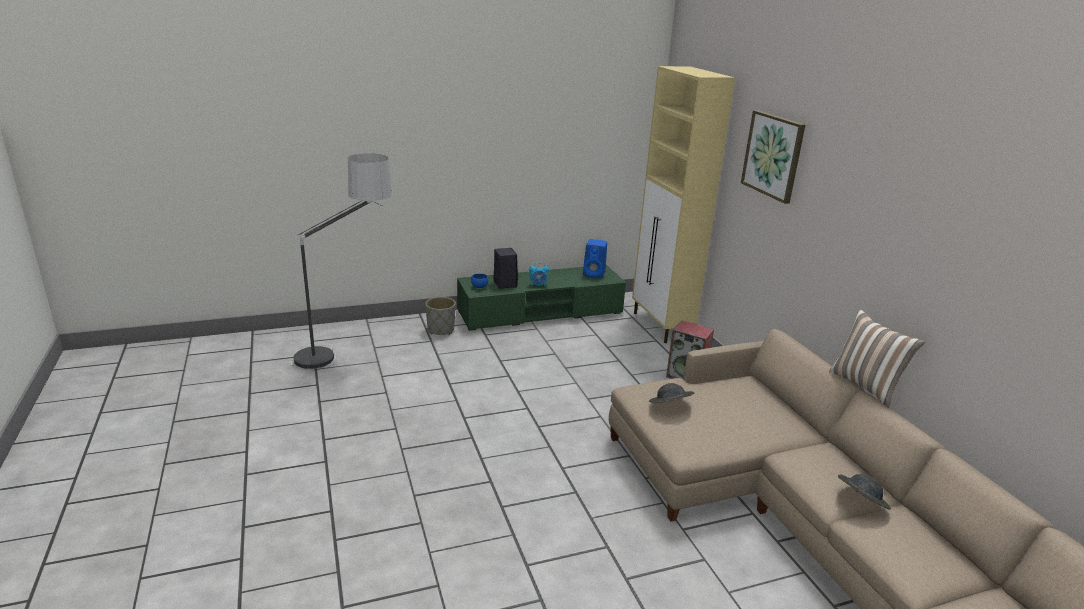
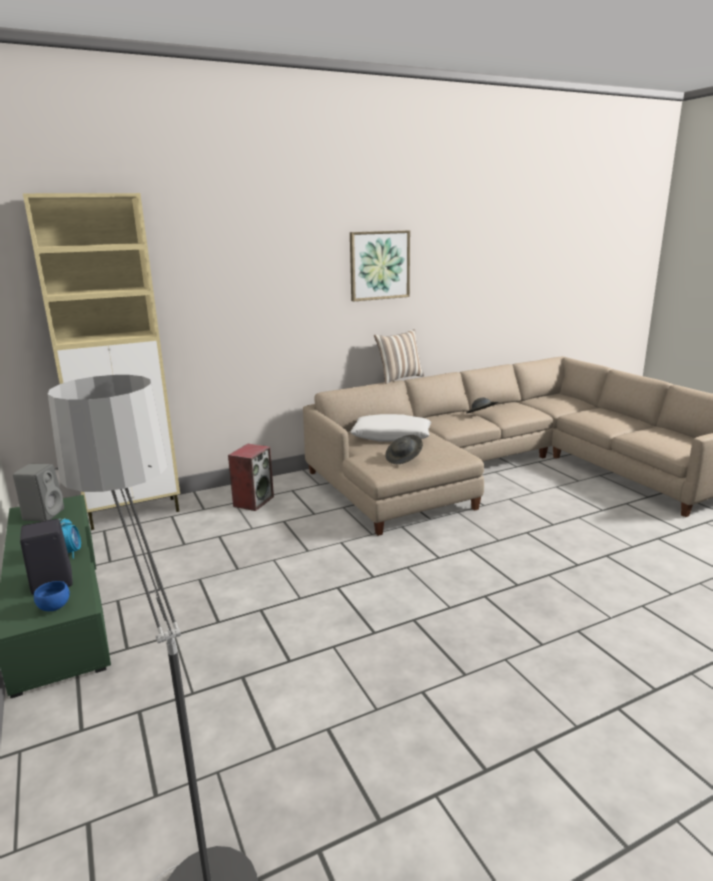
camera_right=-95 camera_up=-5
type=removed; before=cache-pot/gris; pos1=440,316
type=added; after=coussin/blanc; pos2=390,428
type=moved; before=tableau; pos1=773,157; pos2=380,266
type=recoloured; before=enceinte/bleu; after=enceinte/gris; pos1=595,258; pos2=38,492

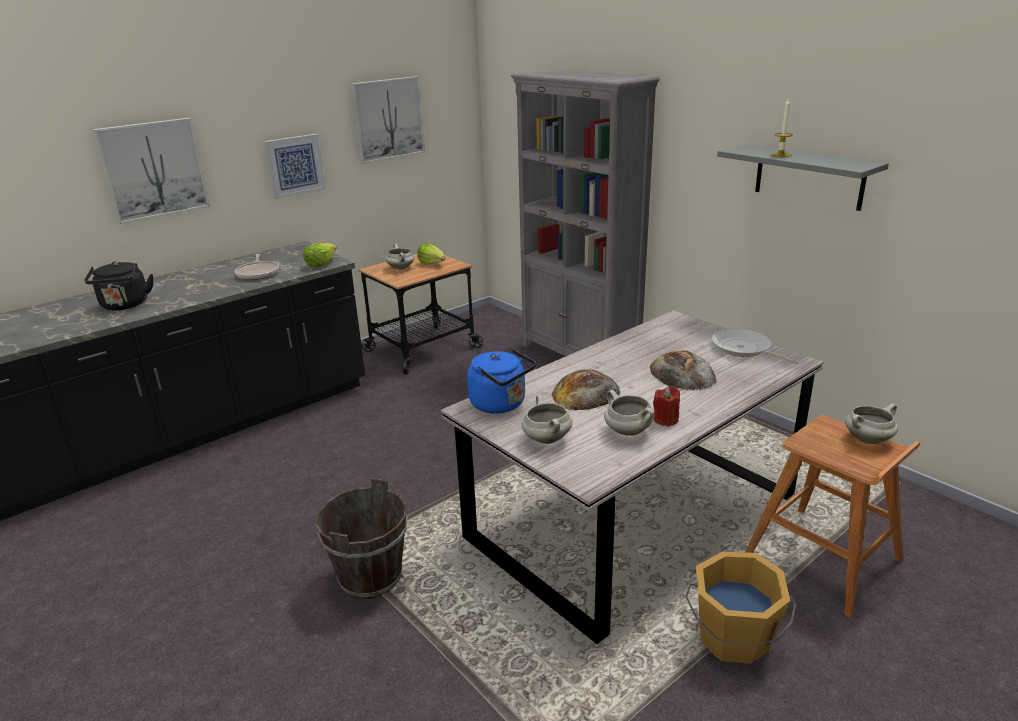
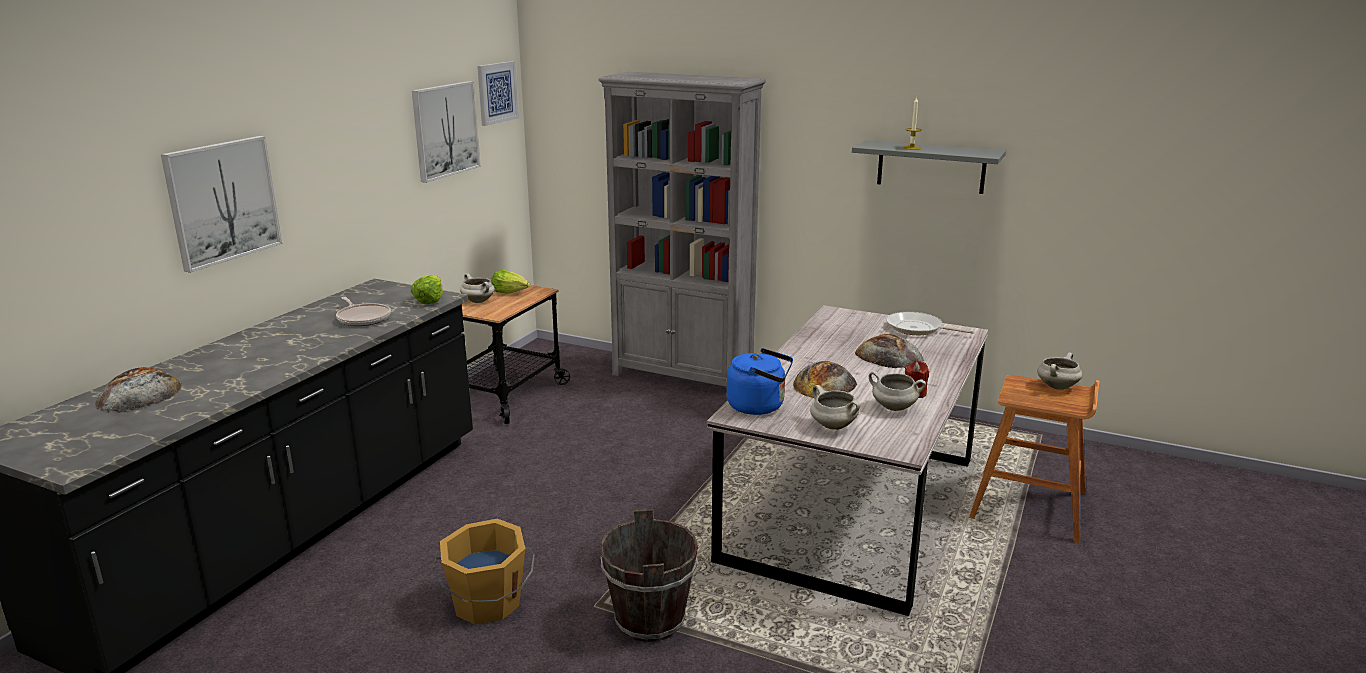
camera_right=-25 camera_up=-5
type=removed; before=bouilloire/noir; pos1=119,285
type=added; after=pain; pos2=138,390
type=moved; before=tableau; pos1=295,166; pos2=498,93
type=moved; before=seau/orange; pos1=740,608; pos2=483,571

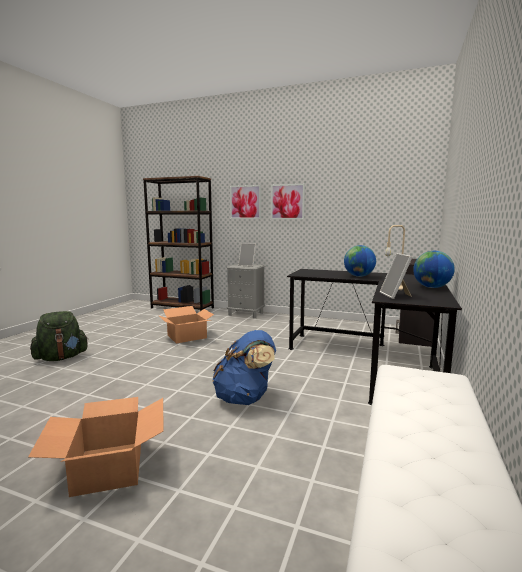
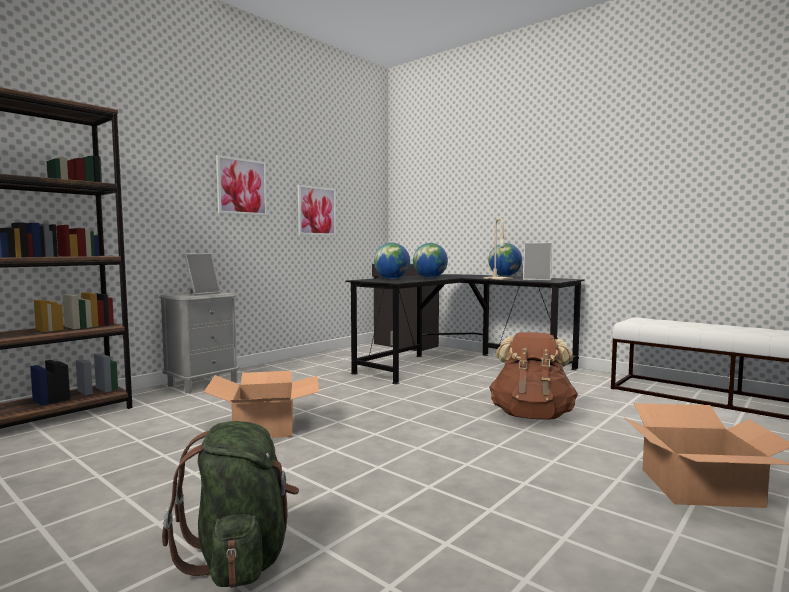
camera_right=-70 camera_up=-5
type=added; after=globe; pos2=392,261
type=moved; before=tableau; pos1=245,202; pos2=316,210
type=recoloured; before=sac à dos/bleu; after=sac à dos/marron; pos1=244,367; pos2=533,376

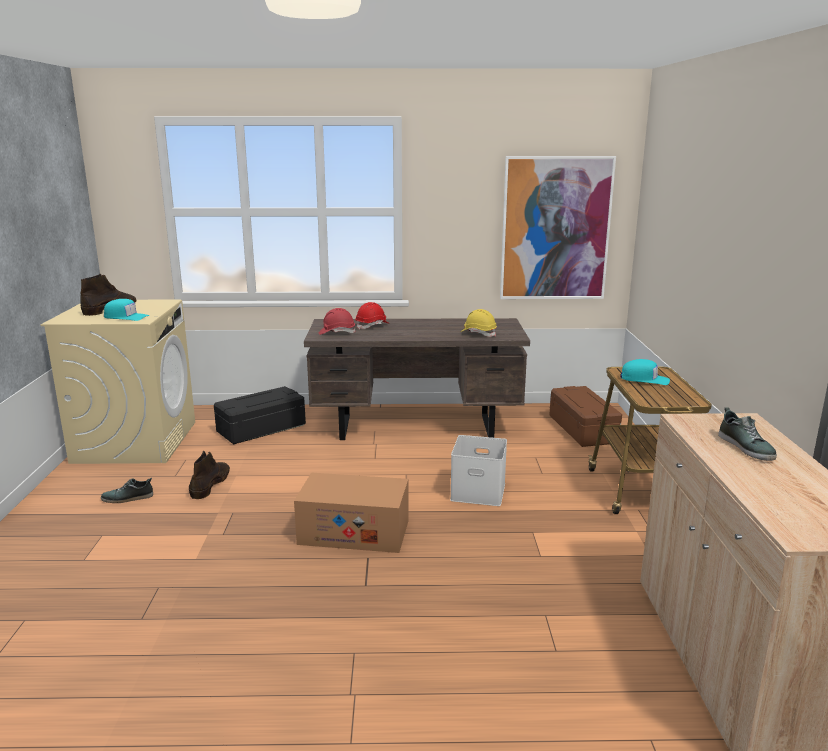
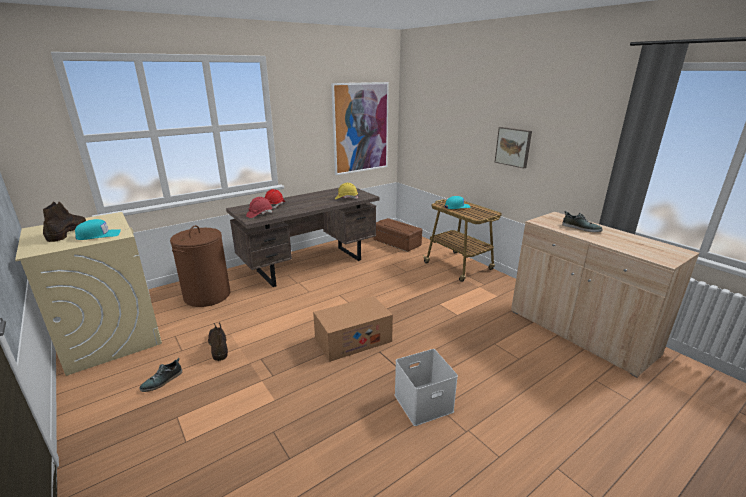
camera_right=-35 camera_up=5
type=added; after=tableau; pos2=513,147
type=moved; before=boîte de rangement/blanc; pos1=478,470; pos2=426,387
type=replaced; before=boîte de rangement/noir; after=panier à linge/marron; pos1=260,415; pos2=200,266

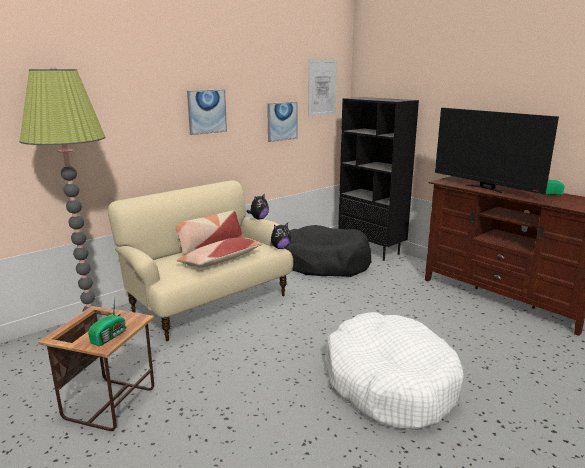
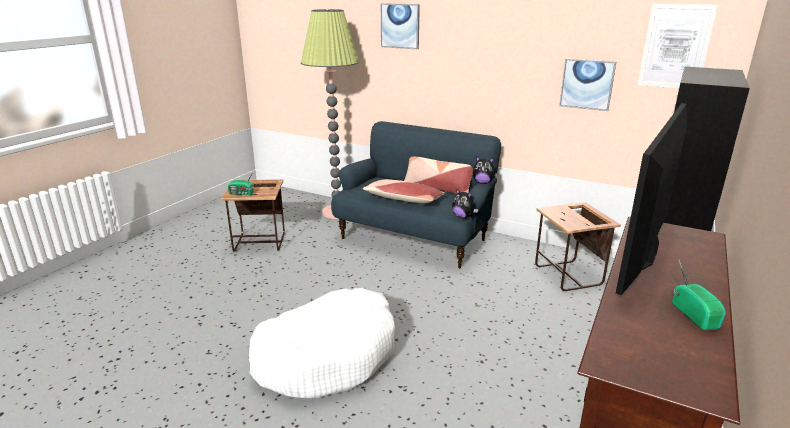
camera_right=70 camera_up=5
type=moved; before=tableau; pos1=207,112; pos2=400,26
type=replaced; before=panier pour chien/noir; after=table d'appoint; pos1=327,251; pos2=578,246
type=recoloured; before=canapé/beige; after=canapé/bleu; pos1=200,261; pos2=416,195

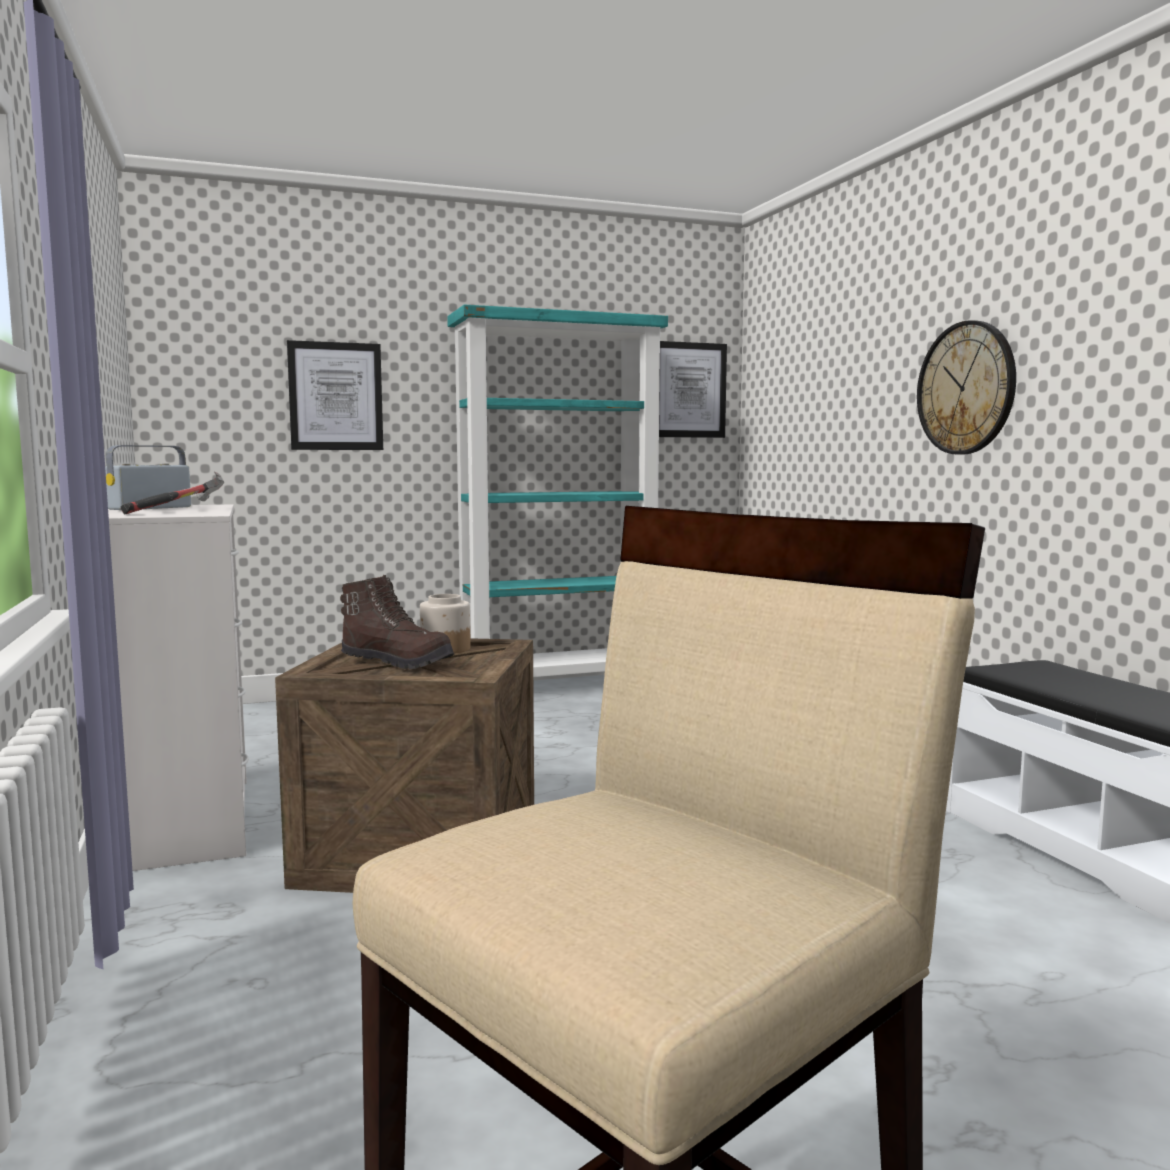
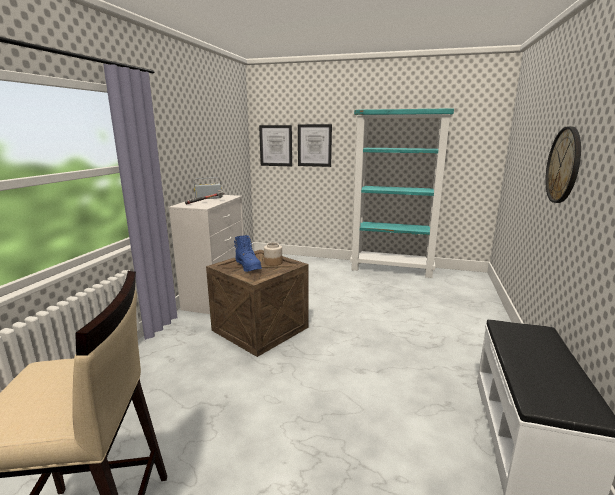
camera_right=35 camera_up=10
type=moved; before=tableau; pos1=693,389; pos2=275,145
type=recoloured; before=botte/marron; after=botte/bleu; pos1=397,622; pos2=248,253

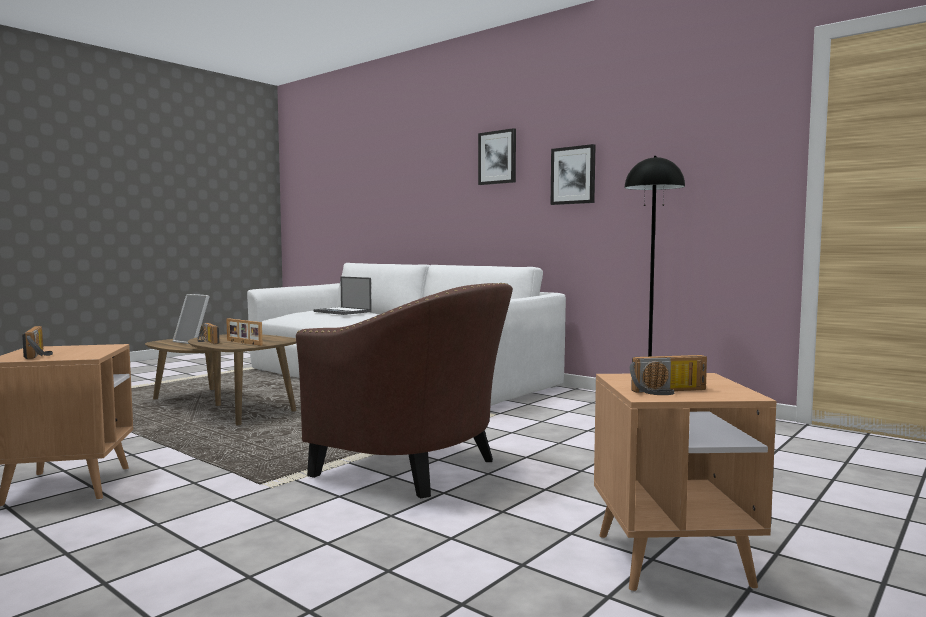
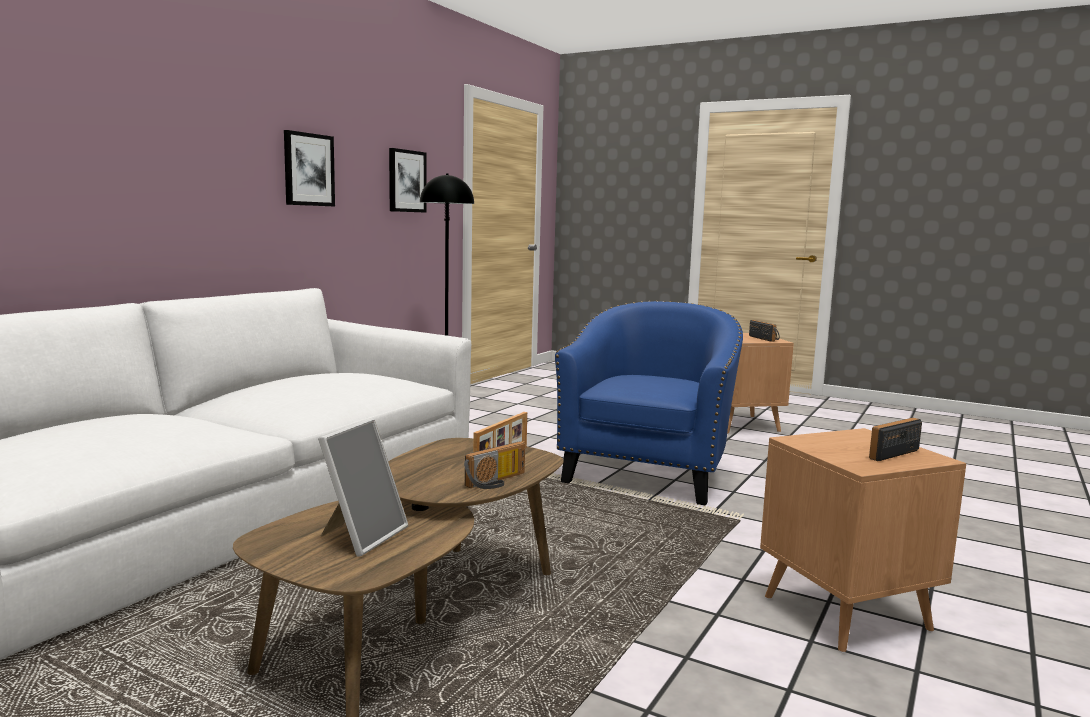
camera_right=-100 camera_up=5
type=removed; before=ordinateur portable; pos1=342,295
type=moved; before=tableau; pos1=497,156; pos2=407,180
type=recoloured; before=fauteuil/marron; after=fauteuil/bleu; pos1=404,390; pos2=649,403

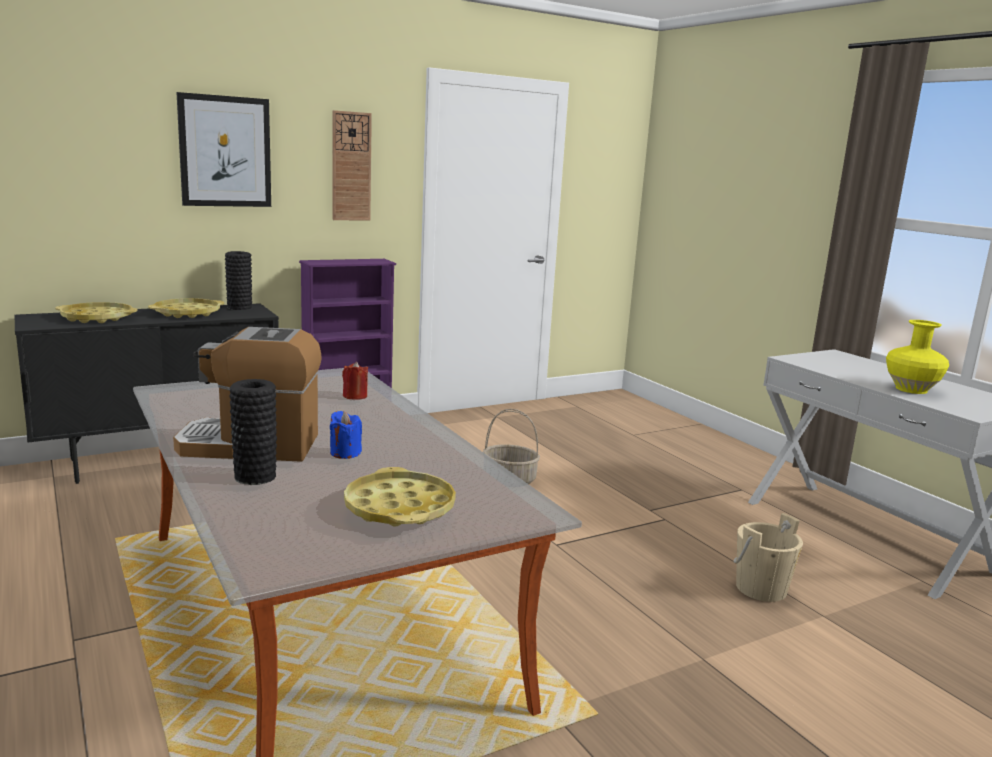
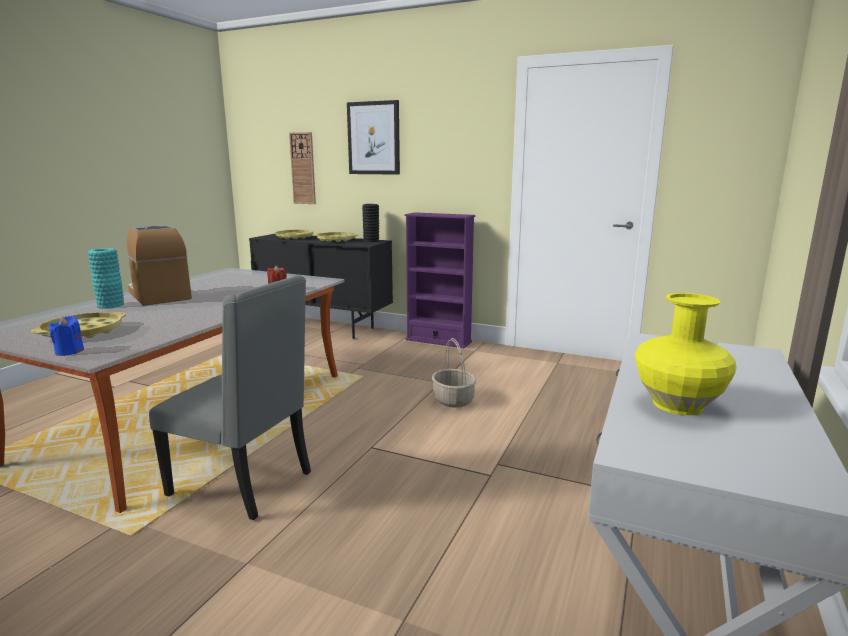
camera_right=55 camera_up=0
type=removed; before=seau/beige; pos1=768,557
type=added; after=chaise/gris; pos2=230,397
type=moved; before=bougie/bleu; pos1=346,435; pos2=66,336
type=moved; before=horloge murale; pos1=352,165; pos2=302,168
type=recoloured; before=vase/noir; after=vase/turquoise; pos1=253,432; pos2=106,278

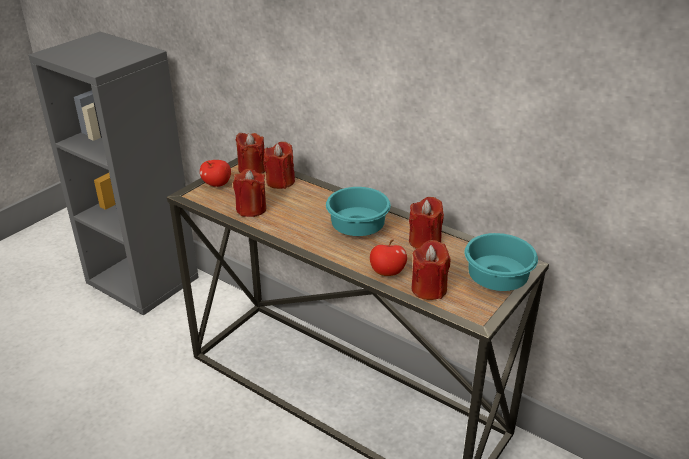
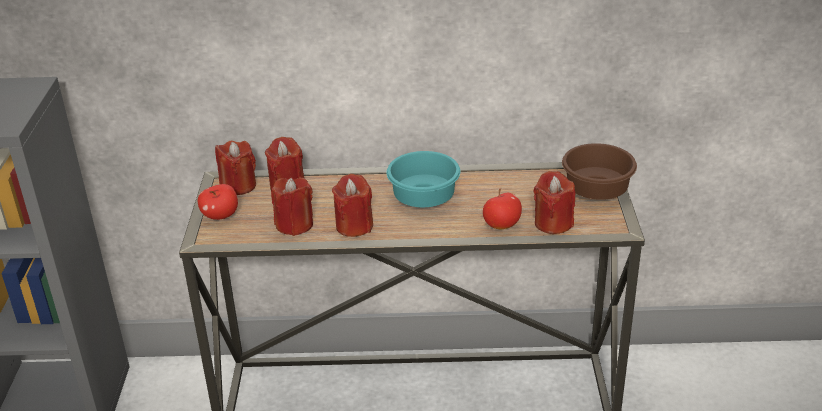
camera_right=-35 camera_up=0
type=moved; before=bougie/rouge; pos1=426,223; pos2=352,205
type=recoloured; before=bol/turquoise; after=bol/marron; pos1=501,262; pos2=599,171

